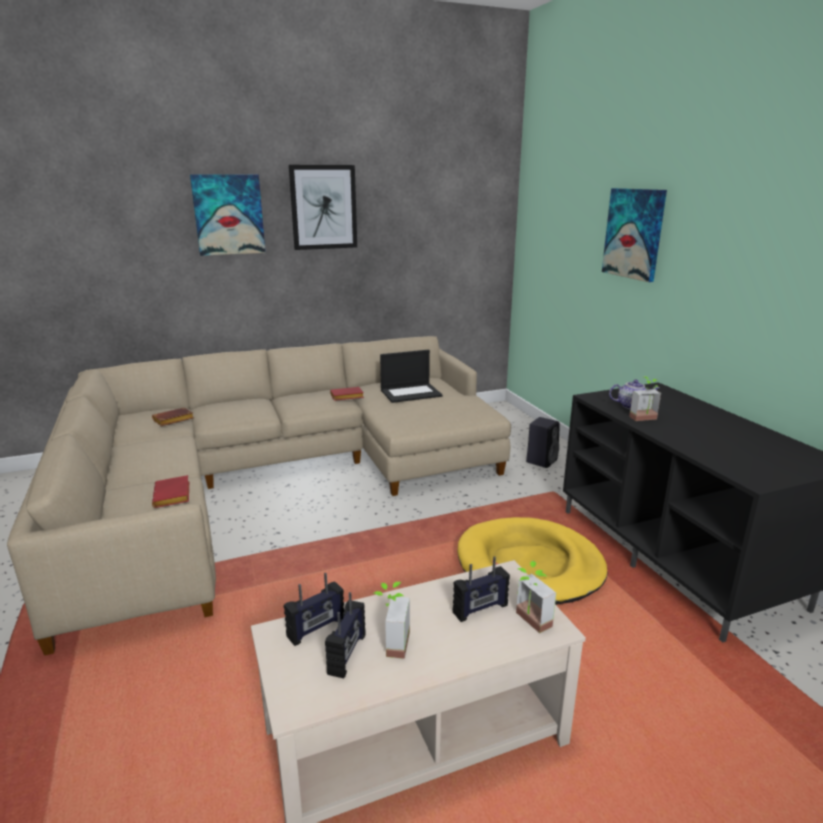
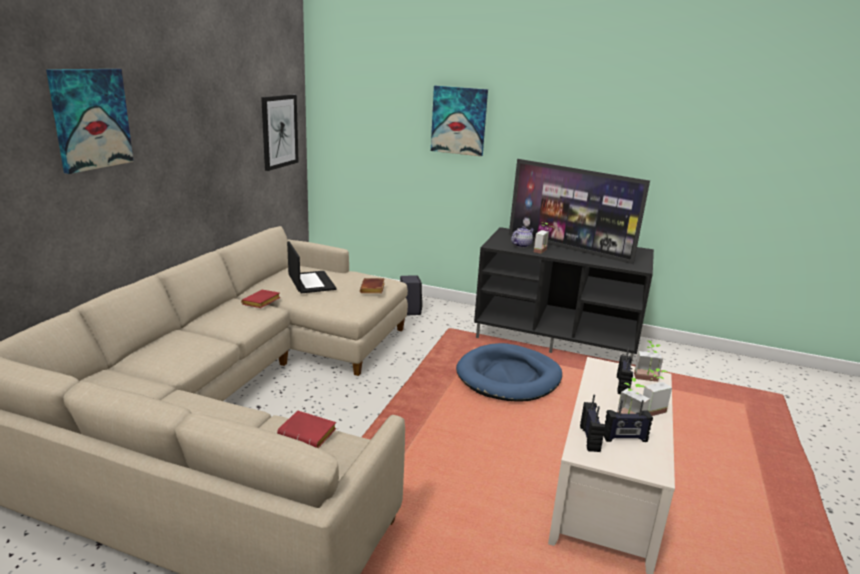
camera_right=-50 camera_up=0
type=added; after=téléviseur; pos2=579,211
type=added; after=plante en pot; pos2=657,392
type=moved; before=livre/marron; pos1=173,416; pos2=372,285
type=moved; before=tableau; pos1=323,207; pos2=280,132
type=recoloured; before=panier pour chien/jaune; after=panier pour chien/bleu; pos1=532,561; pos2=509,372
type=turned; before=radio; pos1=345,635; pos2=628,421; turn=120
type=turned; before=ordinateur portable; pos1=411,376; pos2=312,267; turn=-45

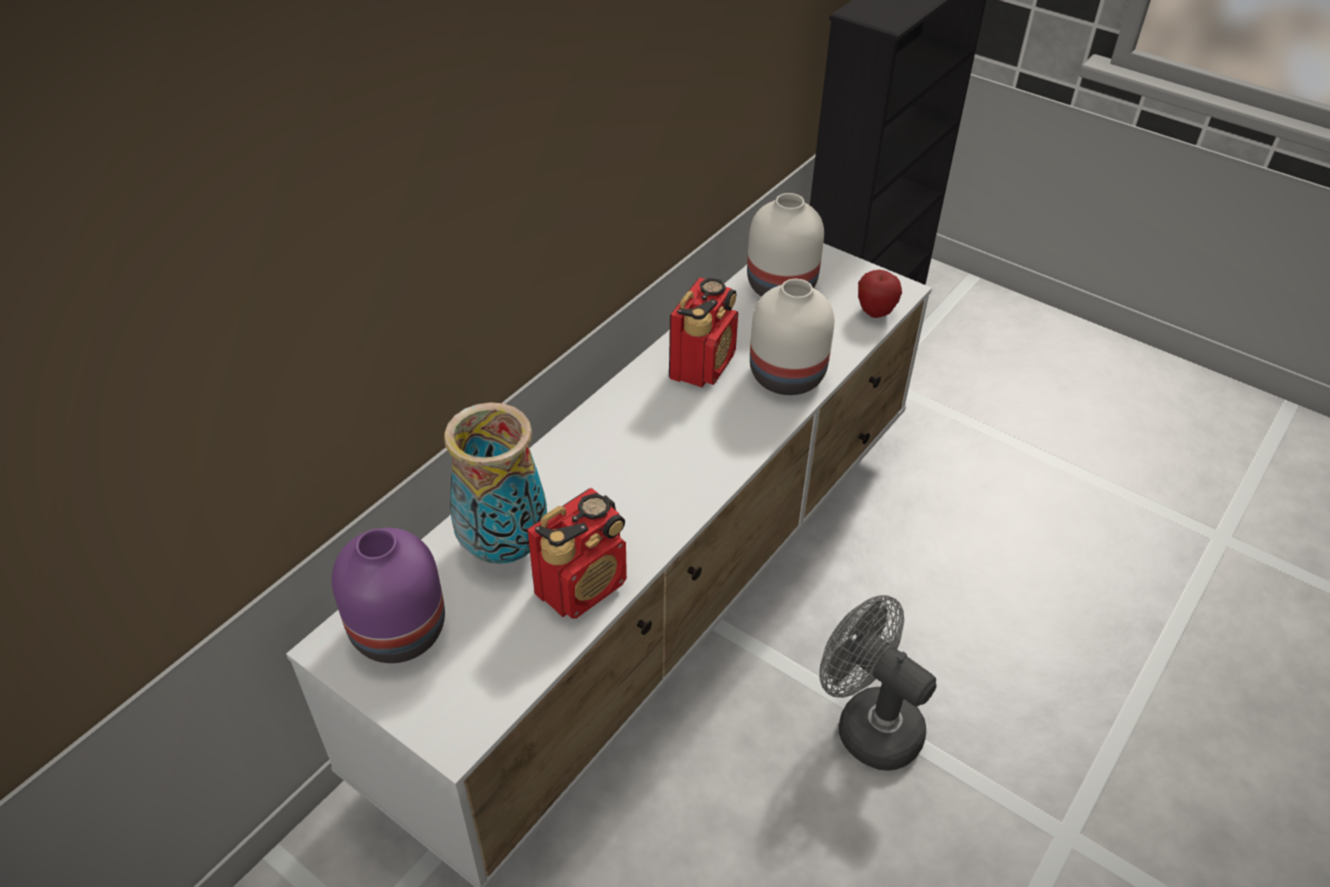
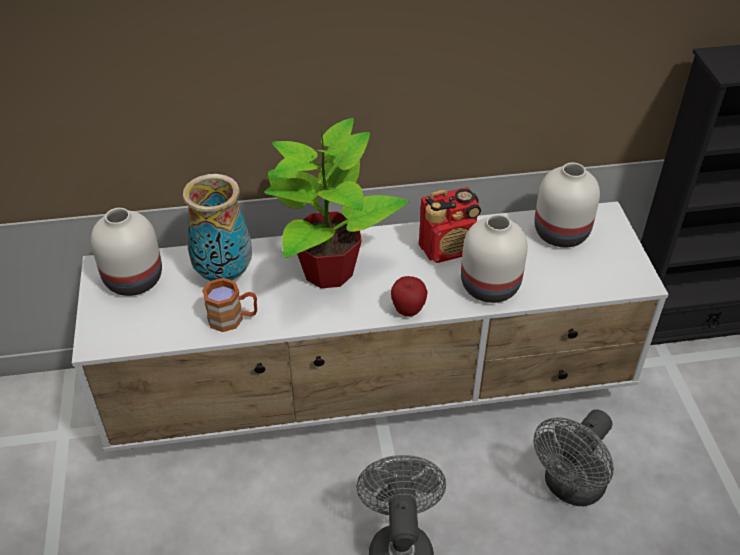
camera_right=45 camera_up=0
type=added; after=plante en pot; pos2=336,203
type=added; after=ventilateur/gris; pos2=574,457
type=moved; before=pomme; pos1=880,294; pos2=409,296
type=replaced; before=radio; after=mug/marron; pos1=577,553; pos2=229,305
type=recoloured; before=vase/violet; after=vase/blanc; pos1=388,595; pos2=126,252

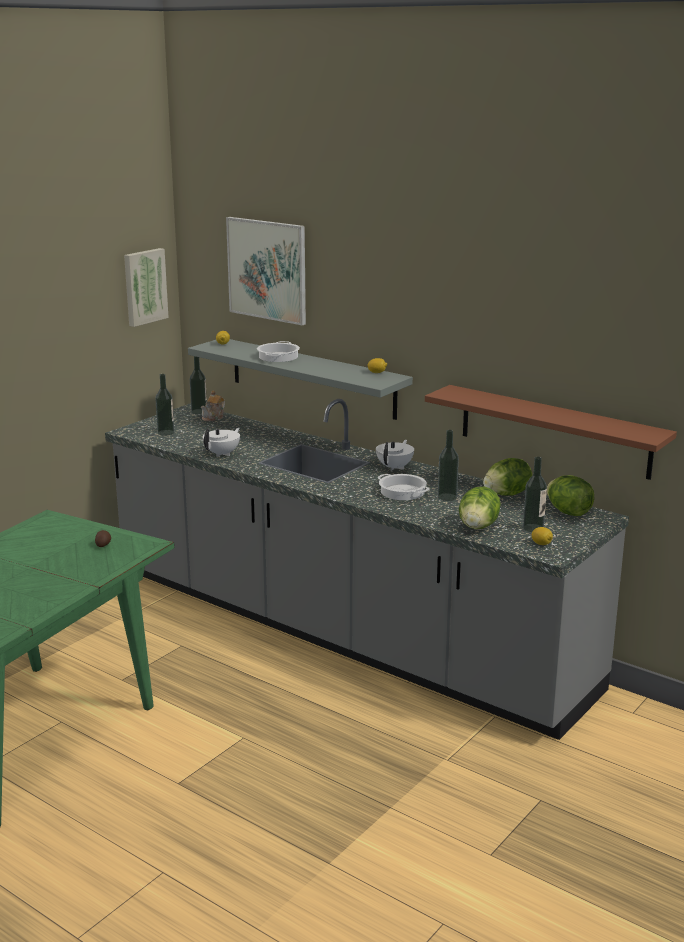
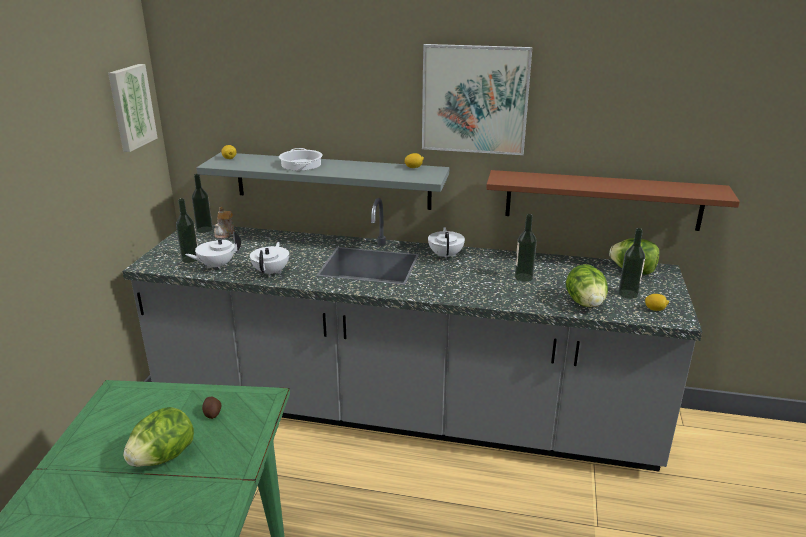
camera_right=-25 camera_up=5
type=removed; before=marmite; pos1=403,487
type=added; after=théière/blanc; pos2=213,250
type=moved; before=tableau; pos1=266,271; pos2=477,99
type=moved; before=laitue; pos1=507,477; pos2=158,437

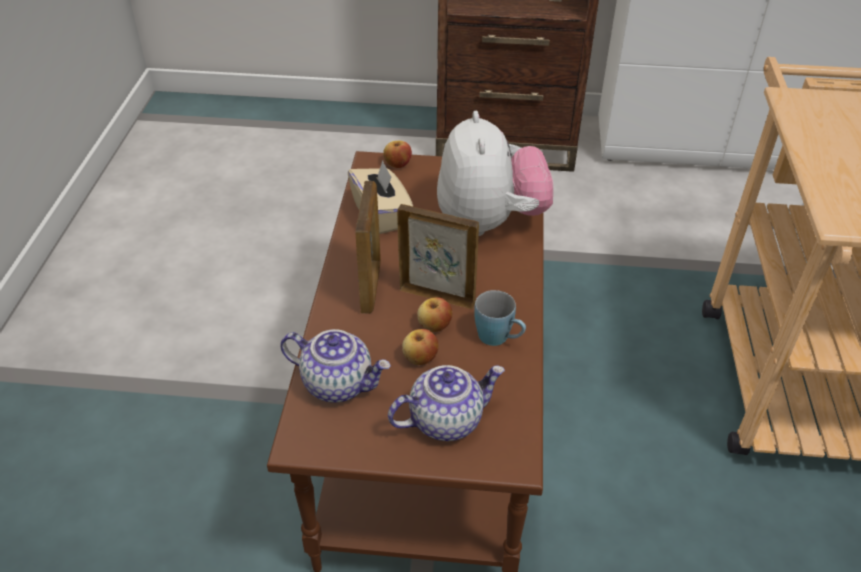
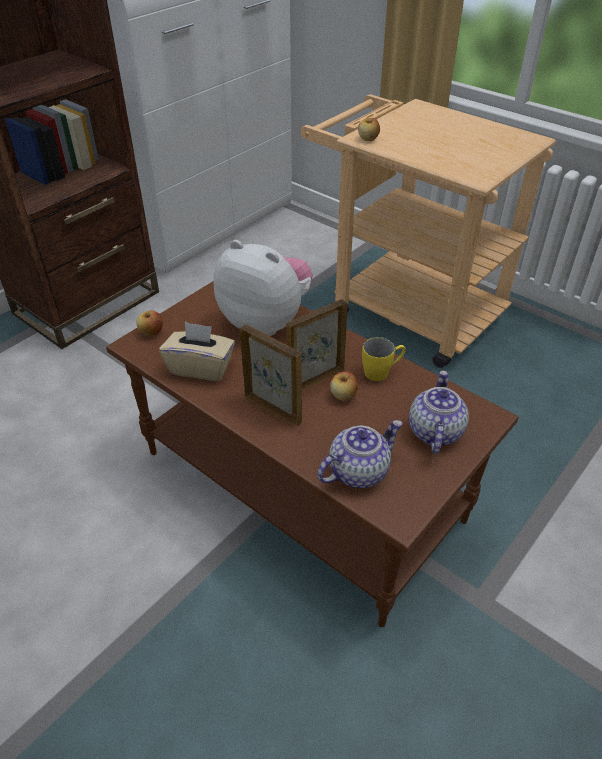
camera_right=-55 camera_up=0
type=moved; before=pomme; pos1=420,347; pos2=369,129
type=recoloured; before=mug/bleu; after=mug/jaune; pos1=500,318; pos2=384,359

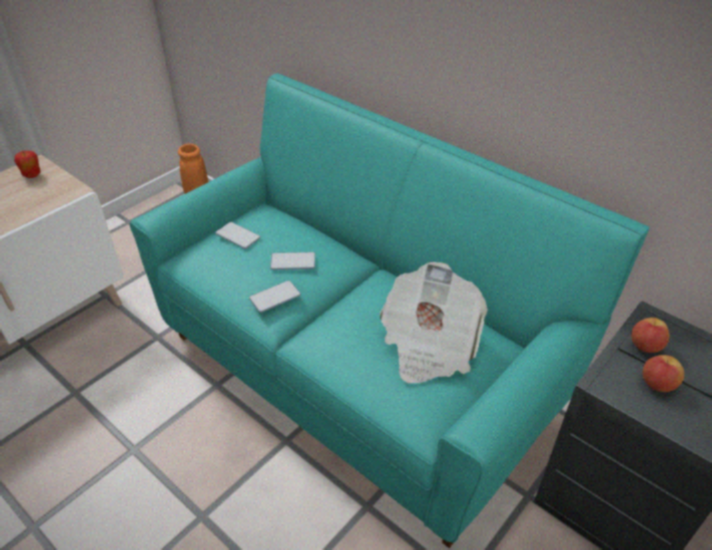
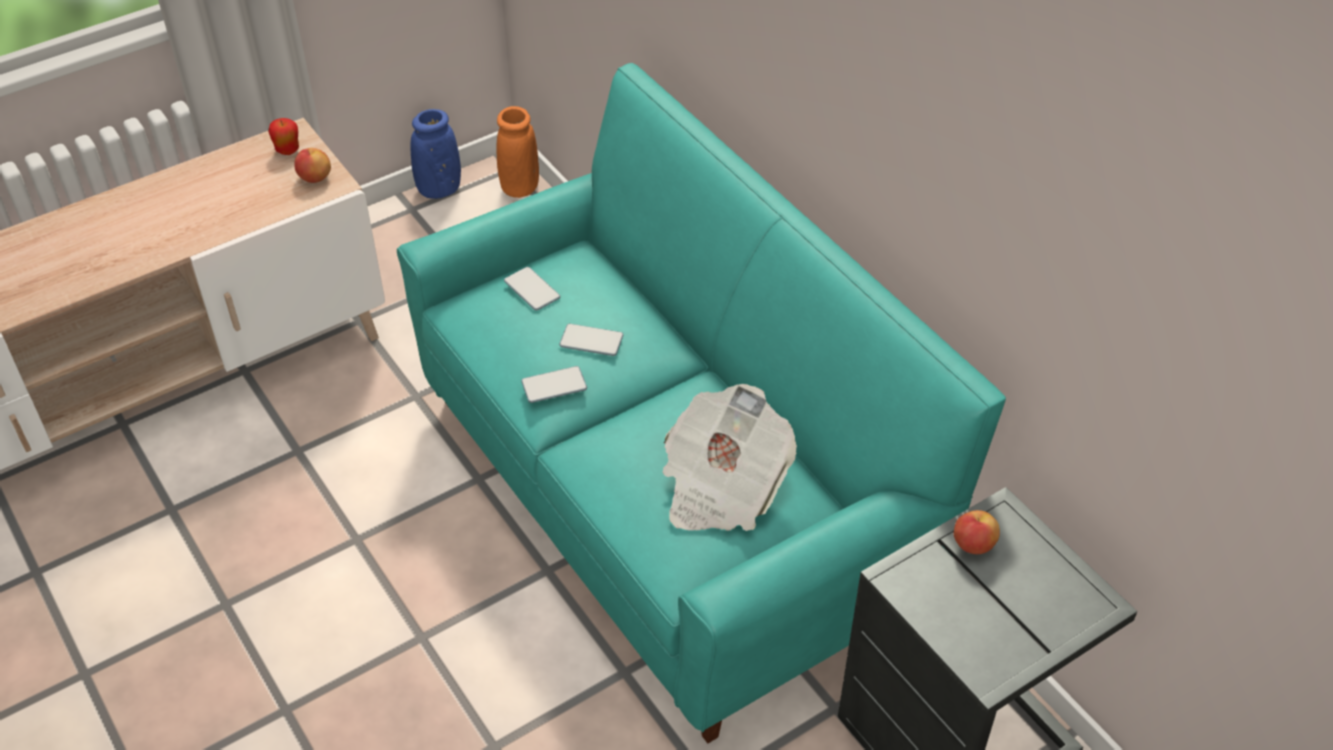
camera_right=15 camera_up=5
type=added; after=vase/bleu; pos2=435,154
type=moved; before=pomme; pos1=663,373; pos2=312,165

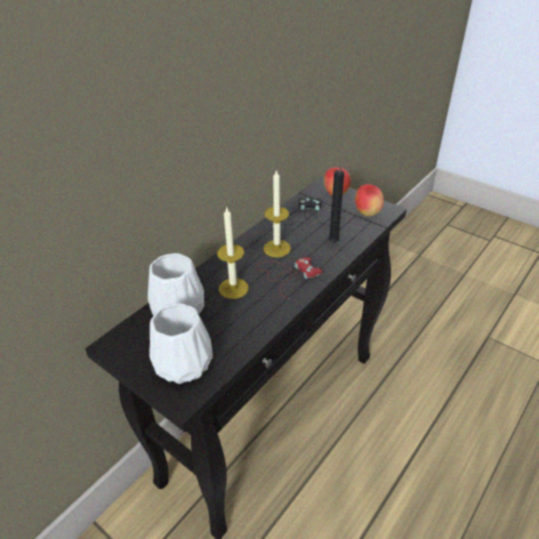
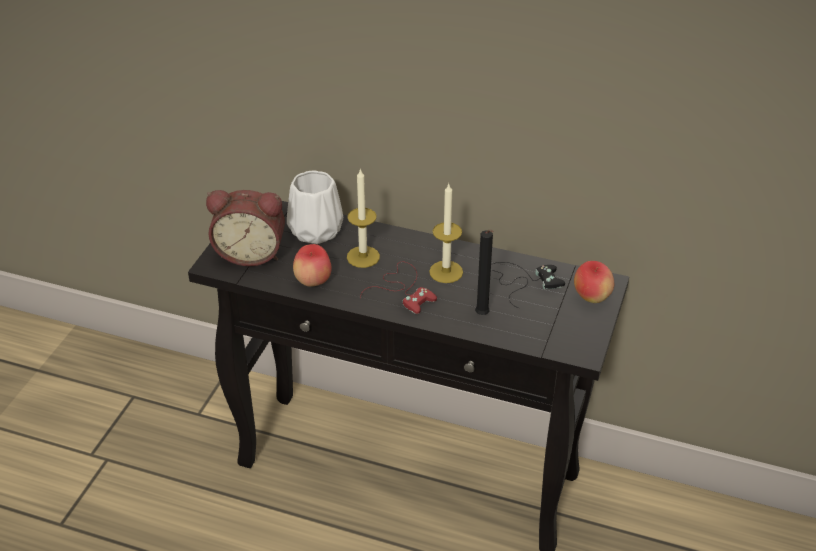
camera_right=70 camera_up=0
type=moved; before=pomme; pos1=369,200; pos2=312,265
type=replaced; before=vase/blanc; after=réveil; pos1=181,343; pos2=245,228

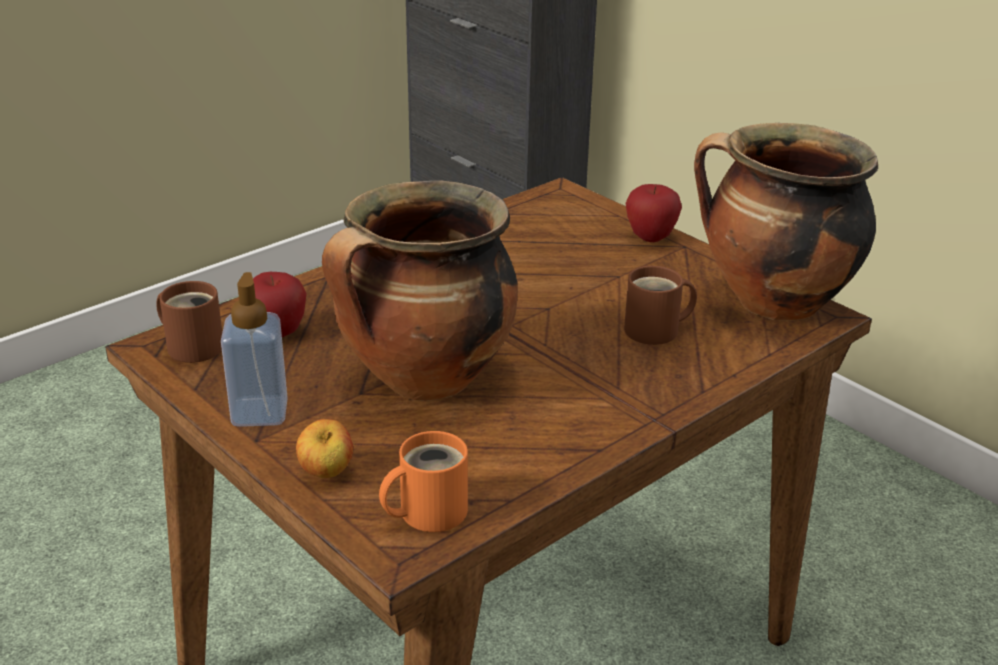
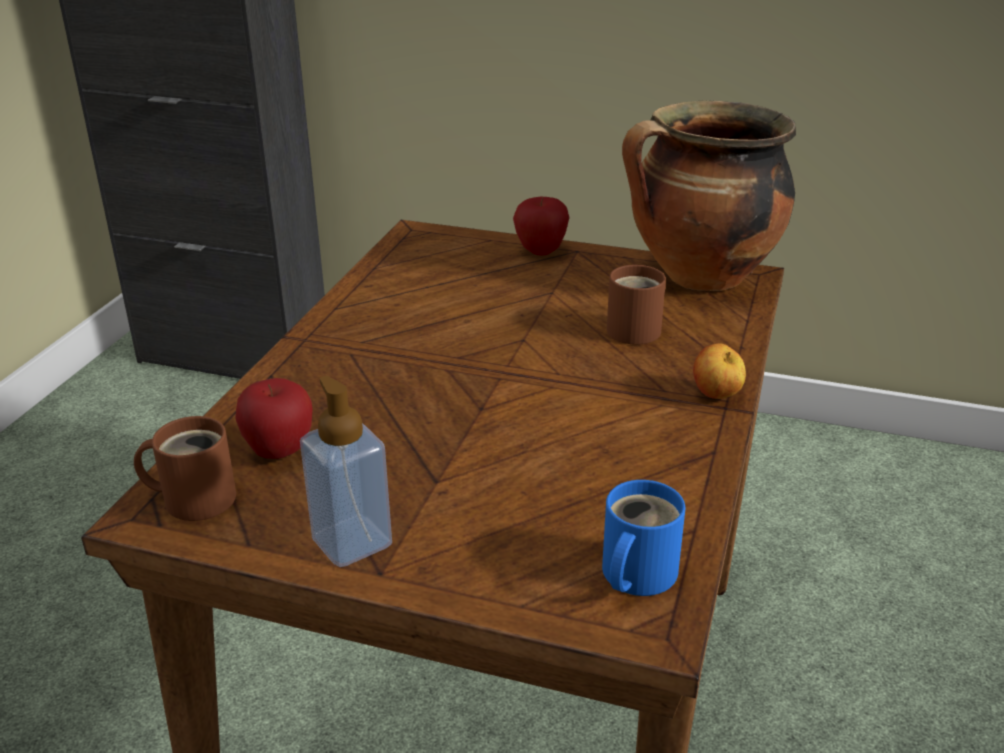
camera_right=-30 camera_up=0
type=removed; before=marmite; pos1=420,290
type=moved; before=pomme; pos1=324,448; pos2=719,371
type=recoloured; before=mug/orange; after=mug/bleu; pos1=423,481; pos2=643,538

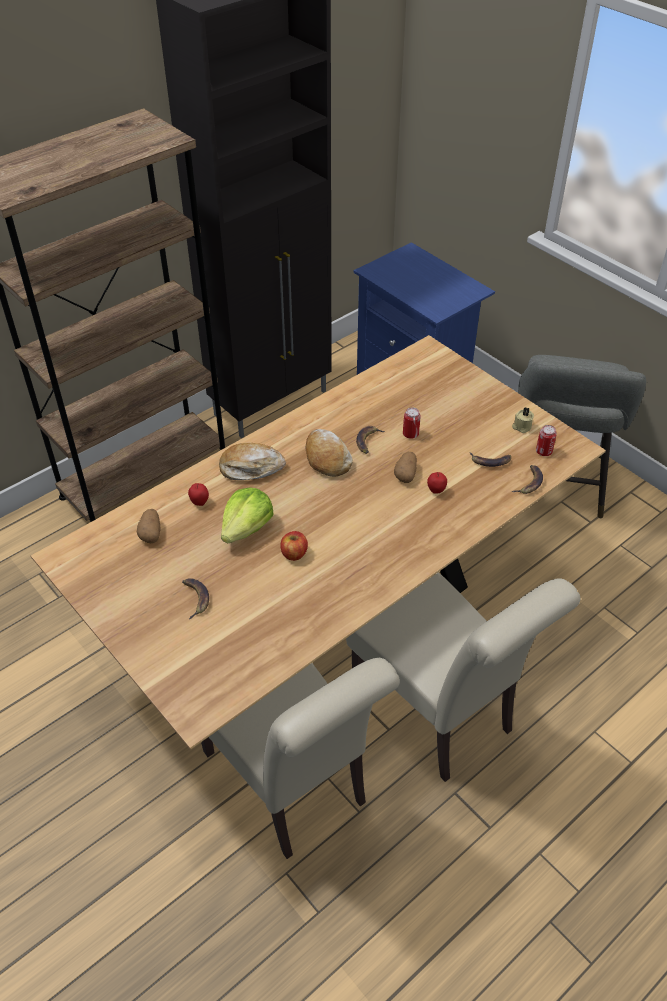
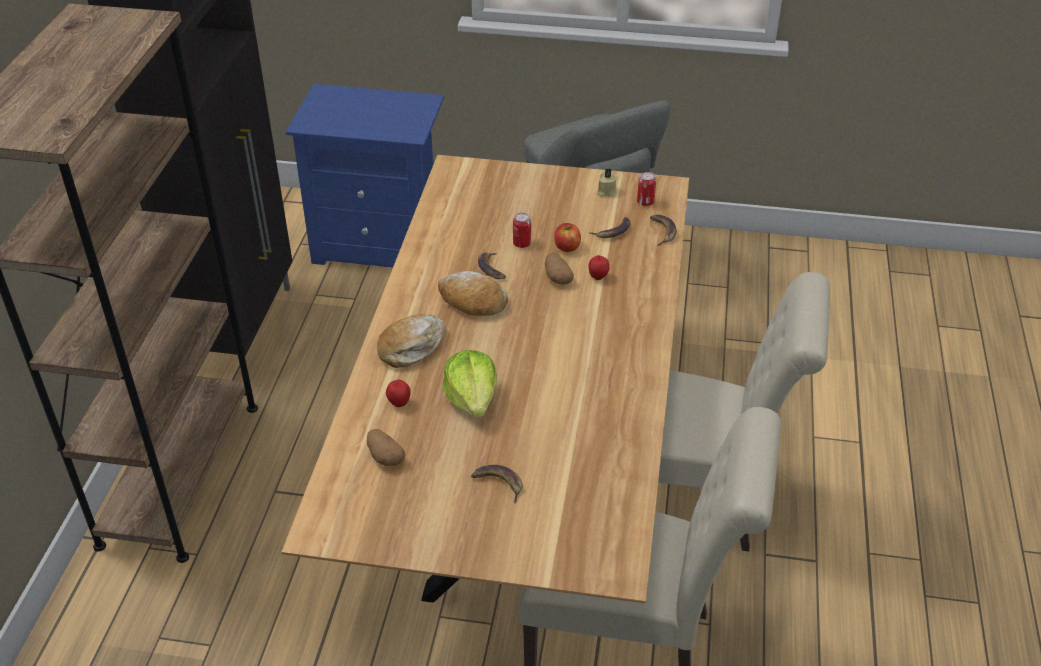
camera_right=-40 camera_up=-5
type=moved; before=pomme; pos1=294,546; pos2=567,237

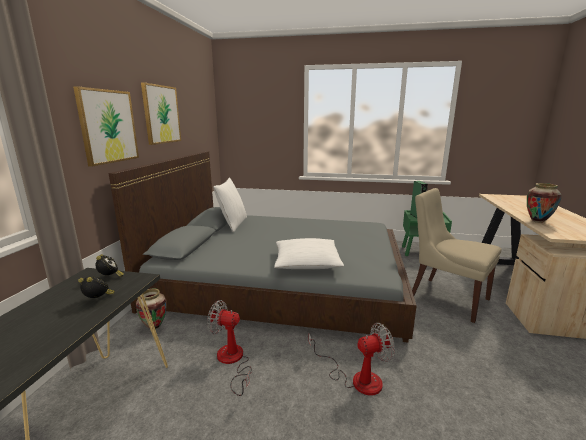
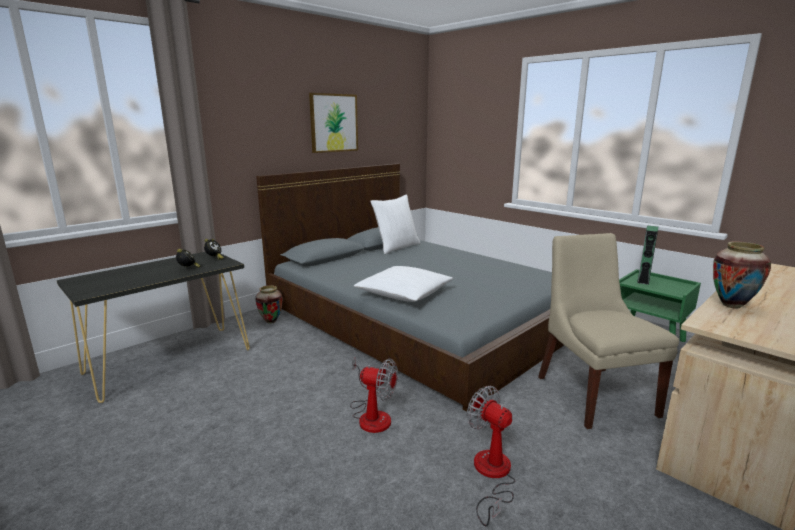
camera_right=35 camera_up=0
type=removed; before=tableau; pos1=106,126
type=moved; before=ventilateur; pos1=229,348; pos2=491,456

